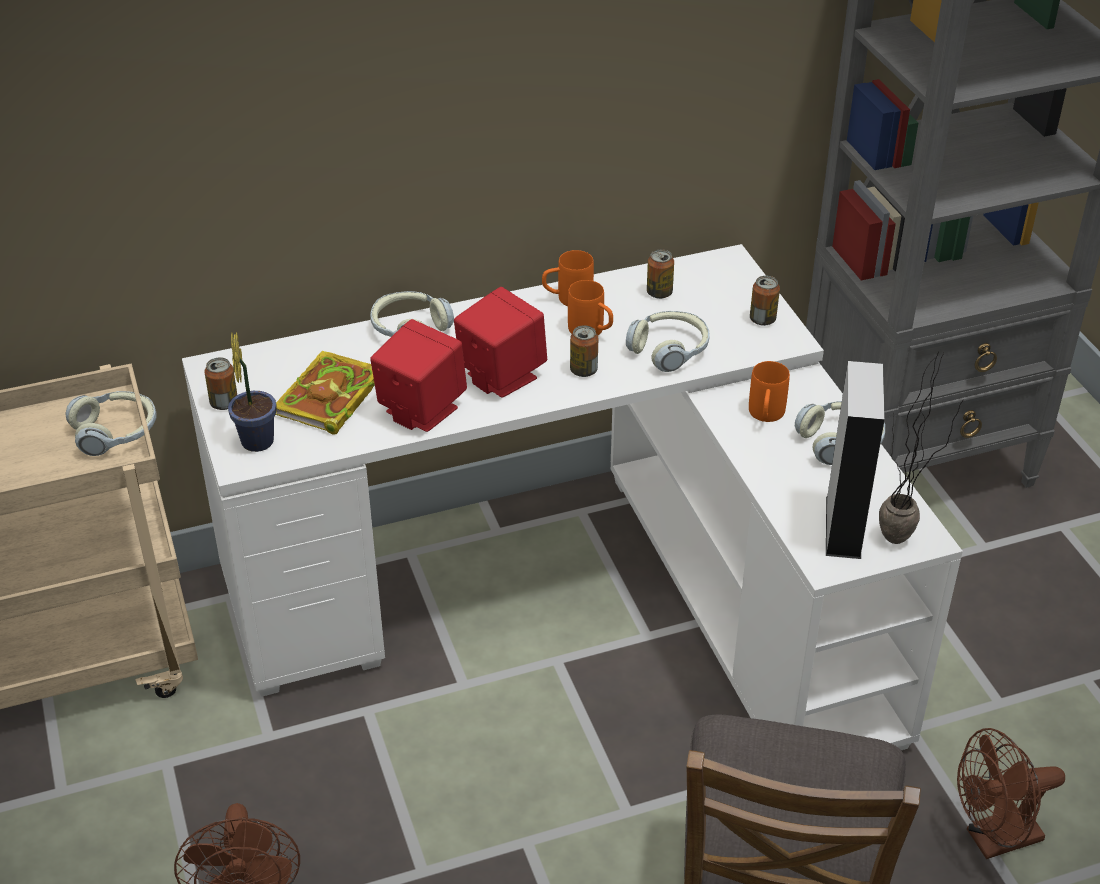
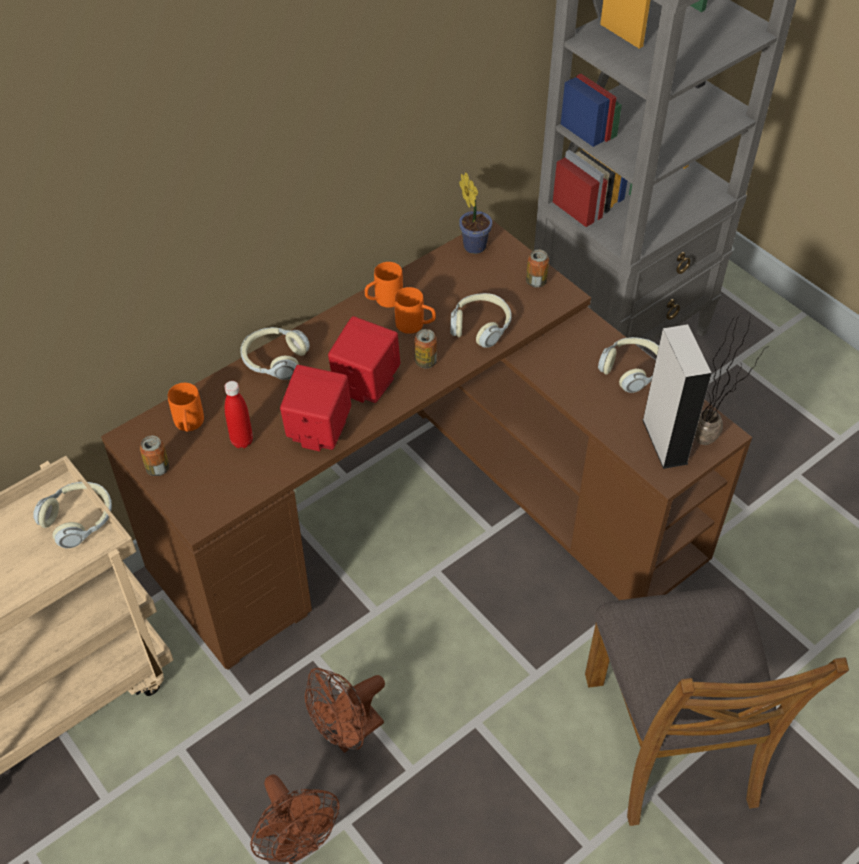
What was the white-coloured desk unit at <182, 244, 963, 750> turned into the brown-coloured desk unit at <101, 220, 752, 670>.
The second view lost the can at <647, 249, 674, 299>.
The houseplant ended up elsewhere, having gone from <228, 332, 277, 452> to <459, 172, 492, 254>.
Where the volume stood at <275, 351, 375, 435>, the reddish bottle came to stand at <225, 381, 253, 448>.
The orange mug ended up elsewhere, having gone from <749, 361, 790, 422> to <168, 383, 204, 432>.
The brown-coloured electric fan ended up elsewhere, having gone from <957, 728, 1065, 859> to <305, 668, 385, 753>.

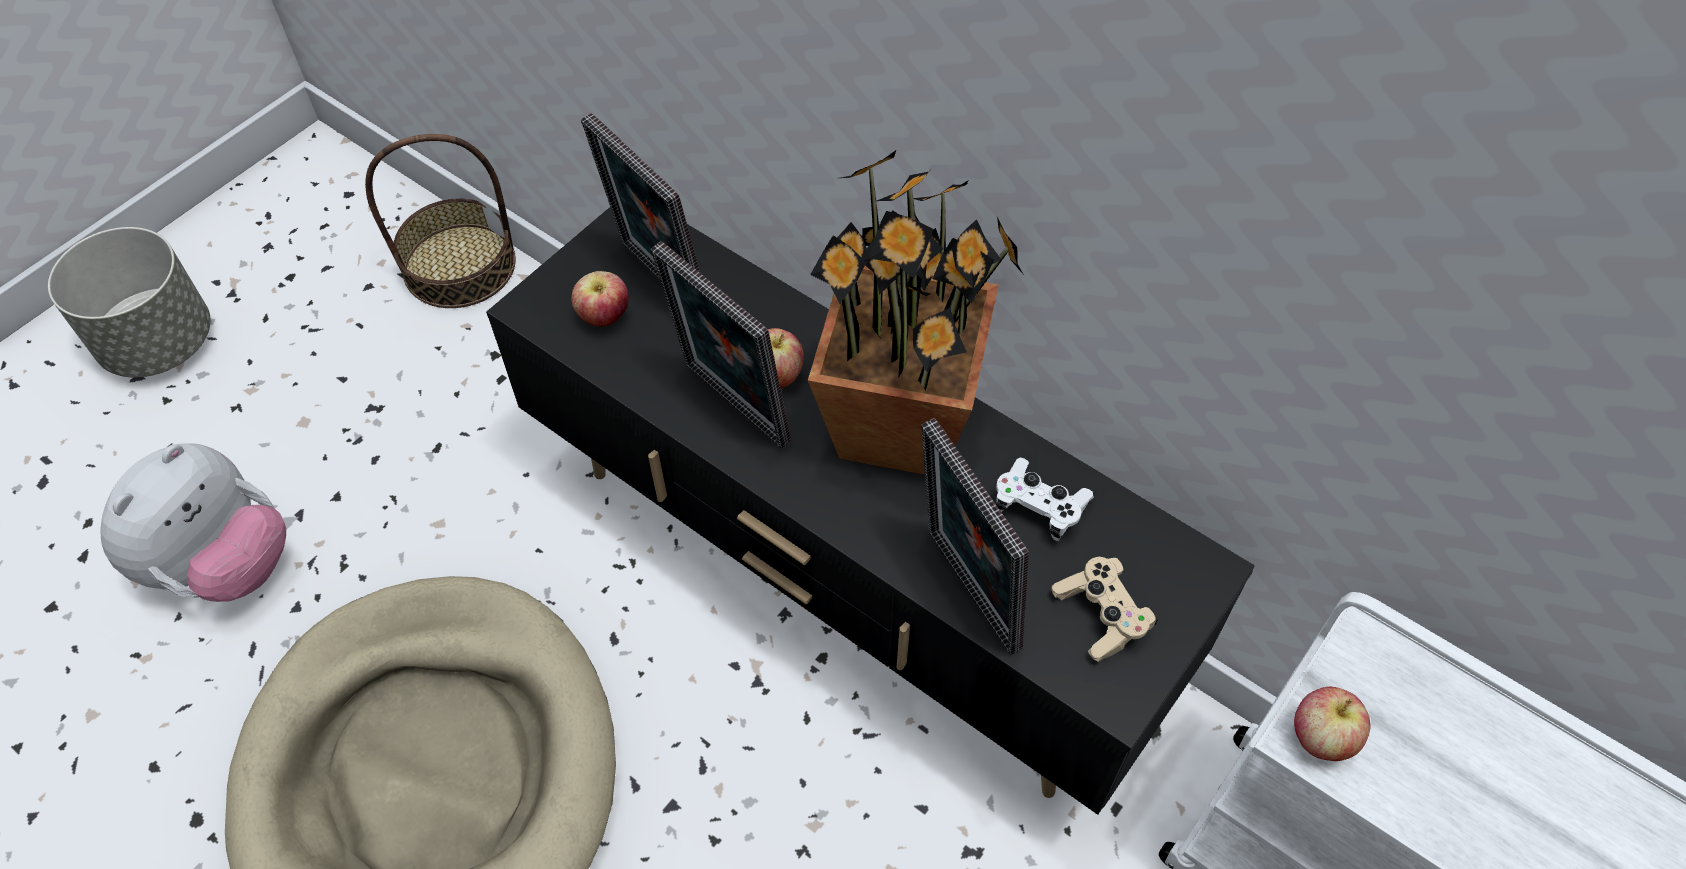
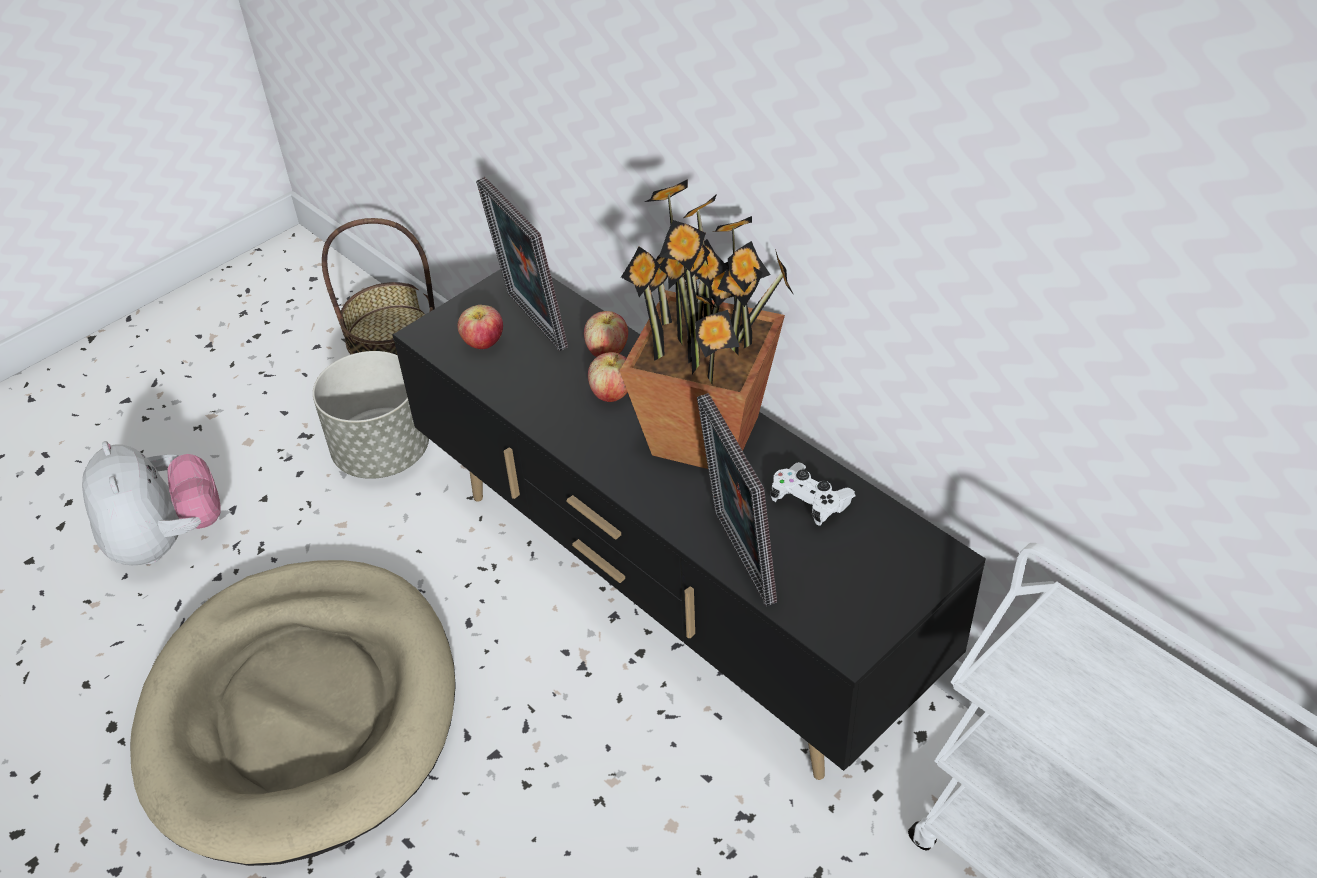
The gray plant pot ended up elsewhere, having gone from <48, 227, 211, 377> to <313, 351, 429, 479>.
The second view lost the picture frame at <651, 241, 791, 449>.
The soft toy at <100, 443, 286, 602> ended up facing another way, 60 degrees counterclockwise from before.
The second view lost the beige-coloured game controller at <1051, 557, 1158, 662>.
The apple ended up elsewhere, having gone from <1294, 687, 1371, 761> to <584, 311, 628, 357>.

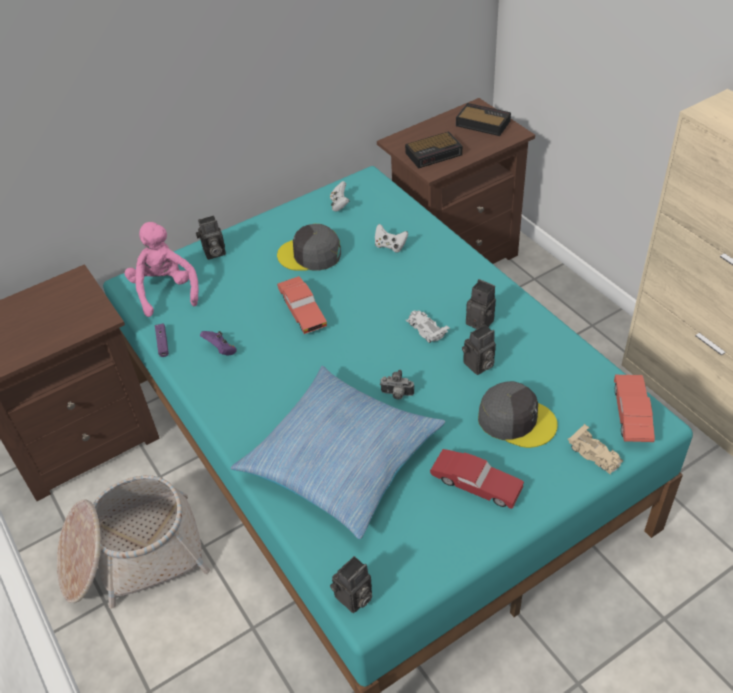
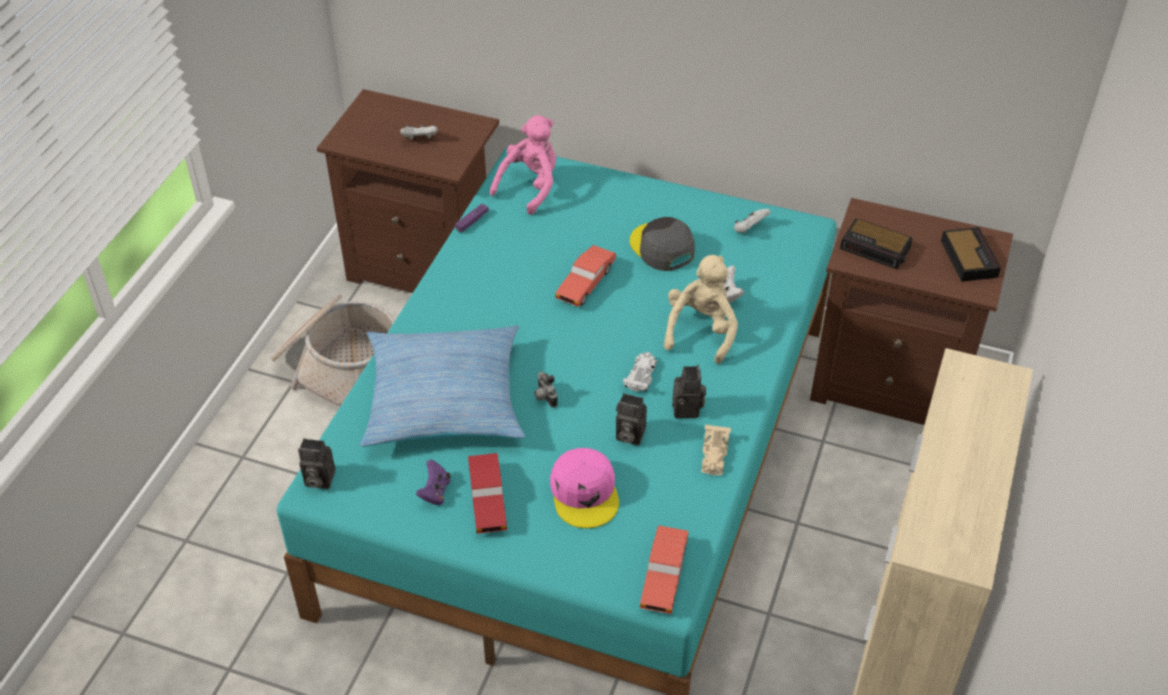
The second view lost the still camera at <196, 215, 226, 260>.
The purplish game controller ended up elsewhere, having gone from <200, 331, 237, 356> to <416, 460, 451, 505>.
The reddish model car at <614, 375, 655, 442> ended up facing another way, 135 degrees clockwise from before.
What was the gray cap at <478, 381, 558, 448> turned into the pink cap at <550, 448, 619, 528>.
The beige-coloured model car ended up elsewhere, having gone from <568, 424, 623, 475> to <701, 425, 731, 475>.
The second view gained the white-coloured game controller at <401, 125, 437, 140>.
The second view gained the beige-coloured soft toy at <663, 255, 738, 364>.

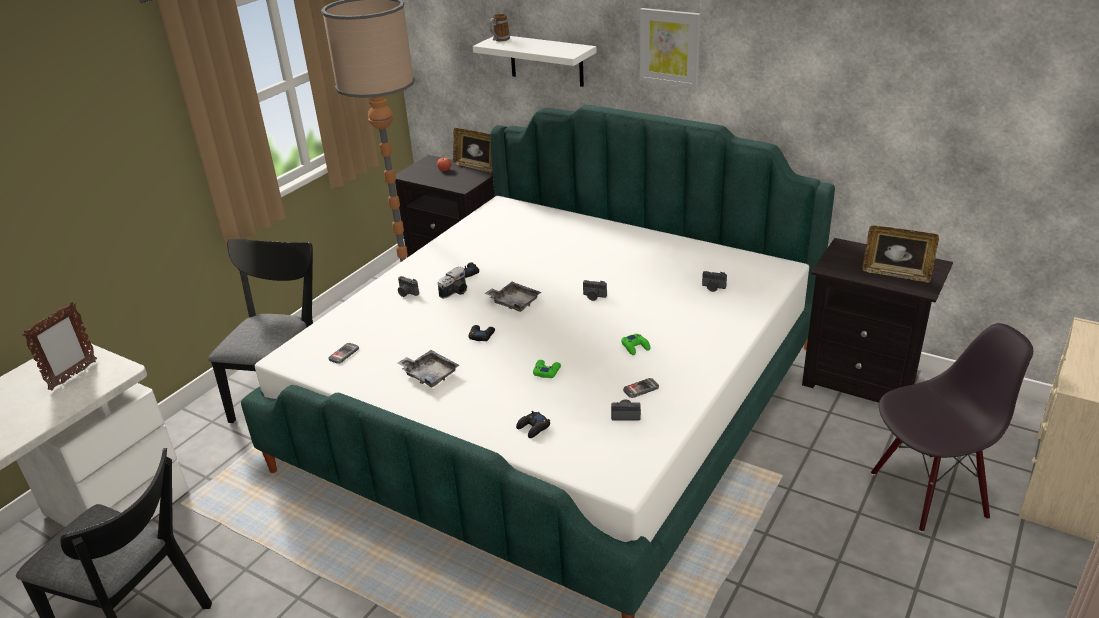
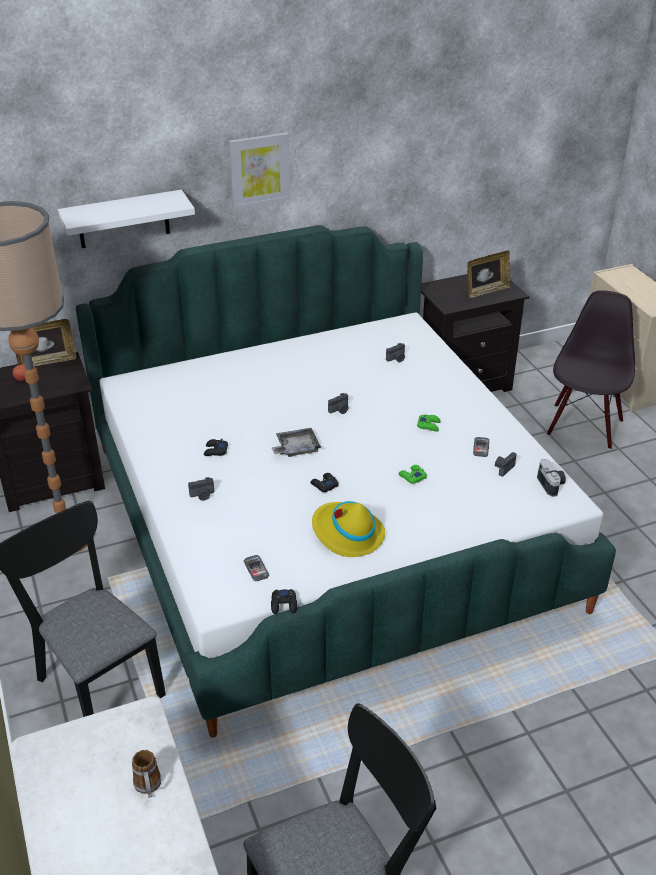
The mug ended up elsewhere, having gone from <489, 14, 510, 41> to <132, 750, 161, 798>.
The still camera ended up elsewhere, having gone from <438, 267, 467, 299> to <537, 459, 566, 497>.
The second view lost the picture frame at <22, 302, 97, 391>.
Where the gray serving tray stood at <398, 350, 459, 387>, the yellowish clothing hat came to stand at <312, 501, 385, 557>.
The black-coloured game controller ended up elsewhere, having gone from <516, 411, 550, 438> to <271, 589, 297, 614>.

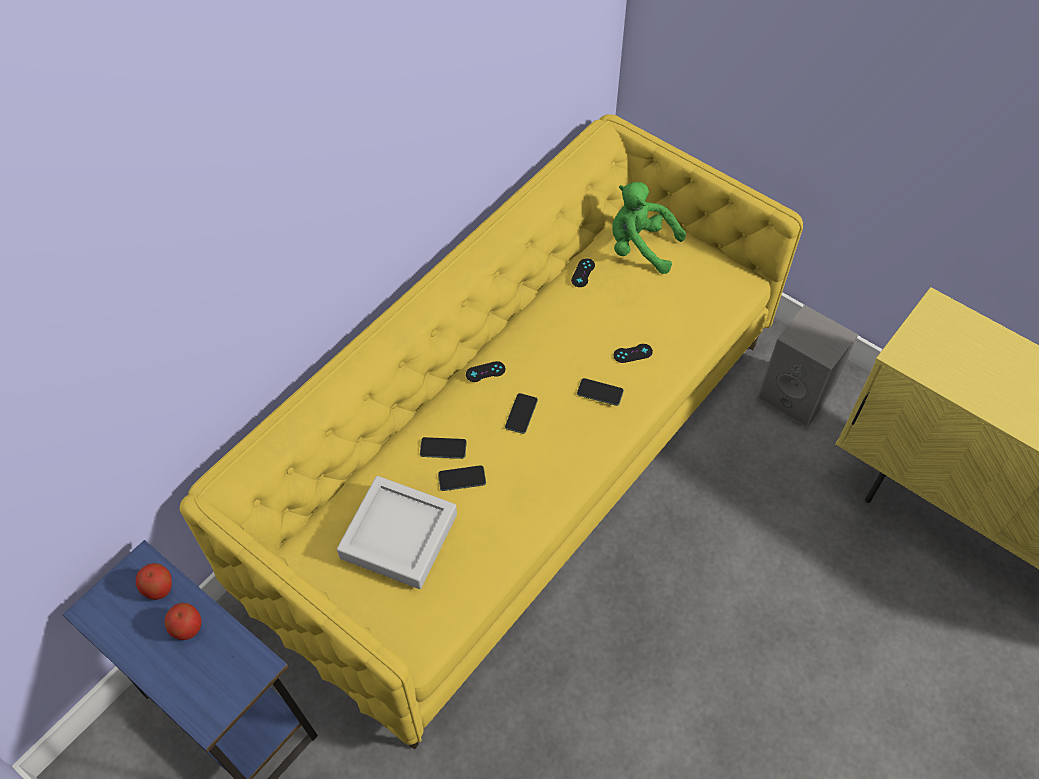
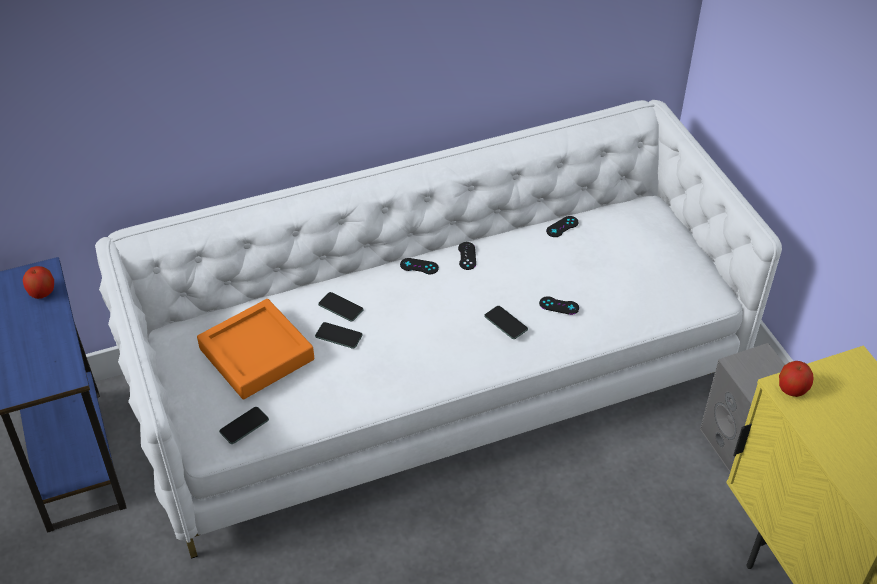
What was the yellowish couch at <179, 115, 803, 749> turned into the white-coloured couch at <95, 100, 782, 559>.
The second view lost the greenish soft toy at <612, 182, 686, 274>.
The handset ended up elsewhere, having gone from <505, 393, 538, 434> to <219, 407, 269, 444>.
What was the gray serving tray at <337, 476, 457, 589> turned into the orange serving tray at <197, 299, 314, 399>.
The apple ended up elsewhere, having gone from <164, 603, 202, 640> to <779, 361, 814, 397>.
The second view gained the black-coloured game controller at <458, 242, 476, 270>.

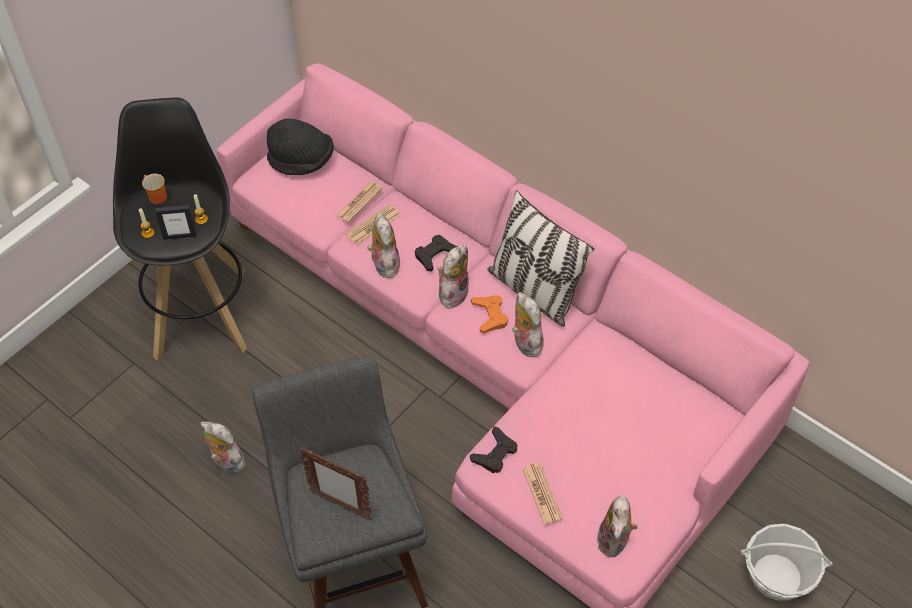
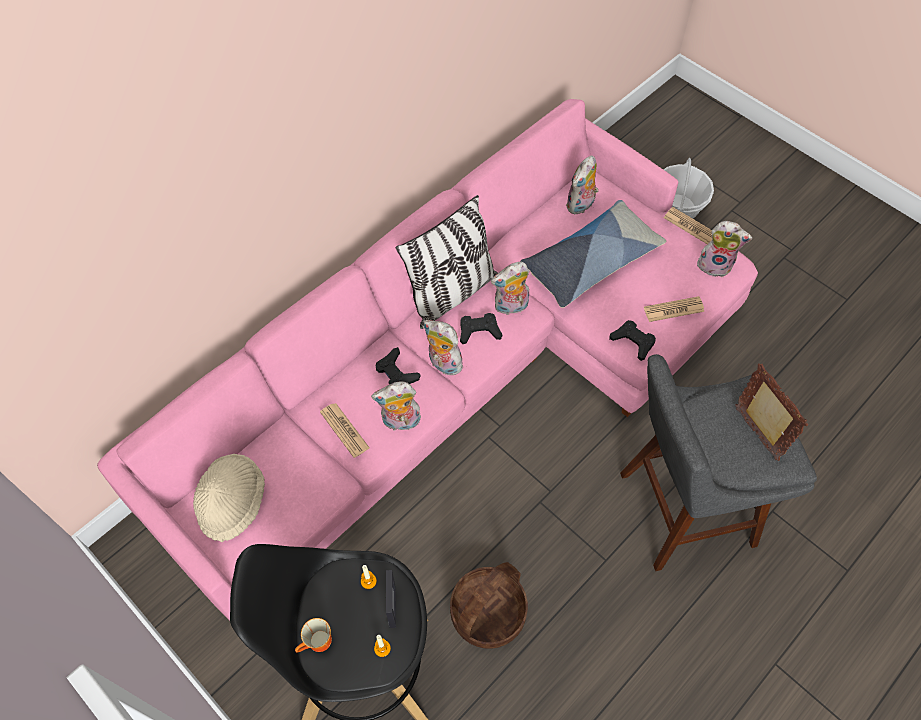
What was the black-coloured clothing hat at <267, 118, 334, 175> turned into the beige-coloured clothing hat at <193, 454, 265, 542>.
The printed paper ended up elsewhere, having gone from <336, 182, 383, 223> to <664, 207, 712, 244>.
What was the orange game controller at <471, 295, 509, 333> turned into the black-coloured game controller at <460, 313, 502, 344>.
The soft toy ended up elsewhere, having gone from <201, 421, 245, 474> to <566, 156, 598, 214>.
The picture frame at <299, 448, 372, 520> ended up facing another way, 60 degrees counterclockwise from before.
The second view gained the cushion at <520, 200, 666, 308>.
The second view gained the basket at <450, 562, 528, 649>.

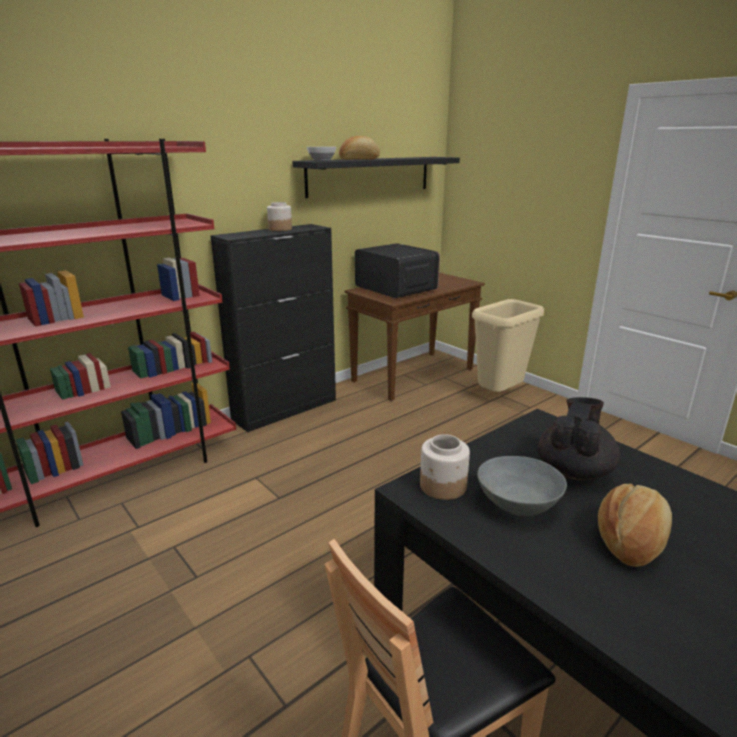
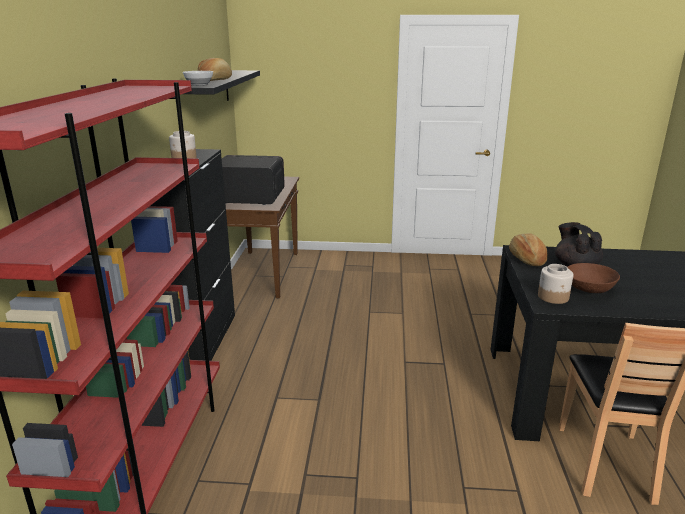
The second view lost the beige-coloured trash can at <472, 299, 544, 392>.
What was the gray serving bowl at <477, 456, 567, 516> turned into the brown-coloured serving bowl at <568, 263, 620, 293>.
The bread ended up elsewhere, having gone from <598, 484, 672, 567> to <509, 233, 548, 266>.

